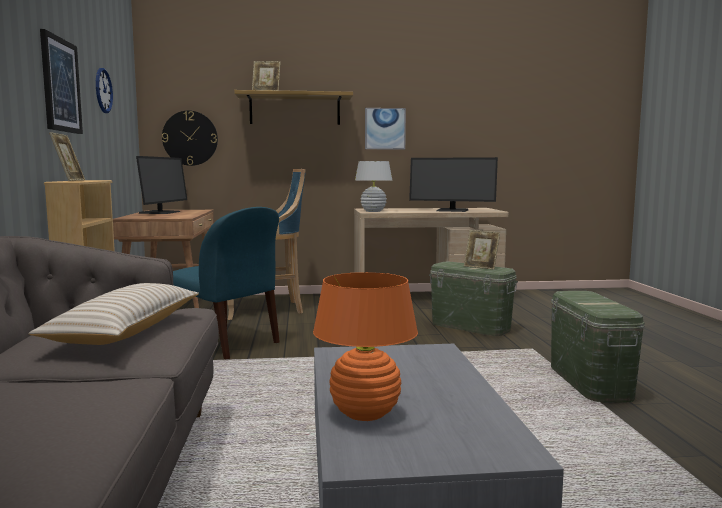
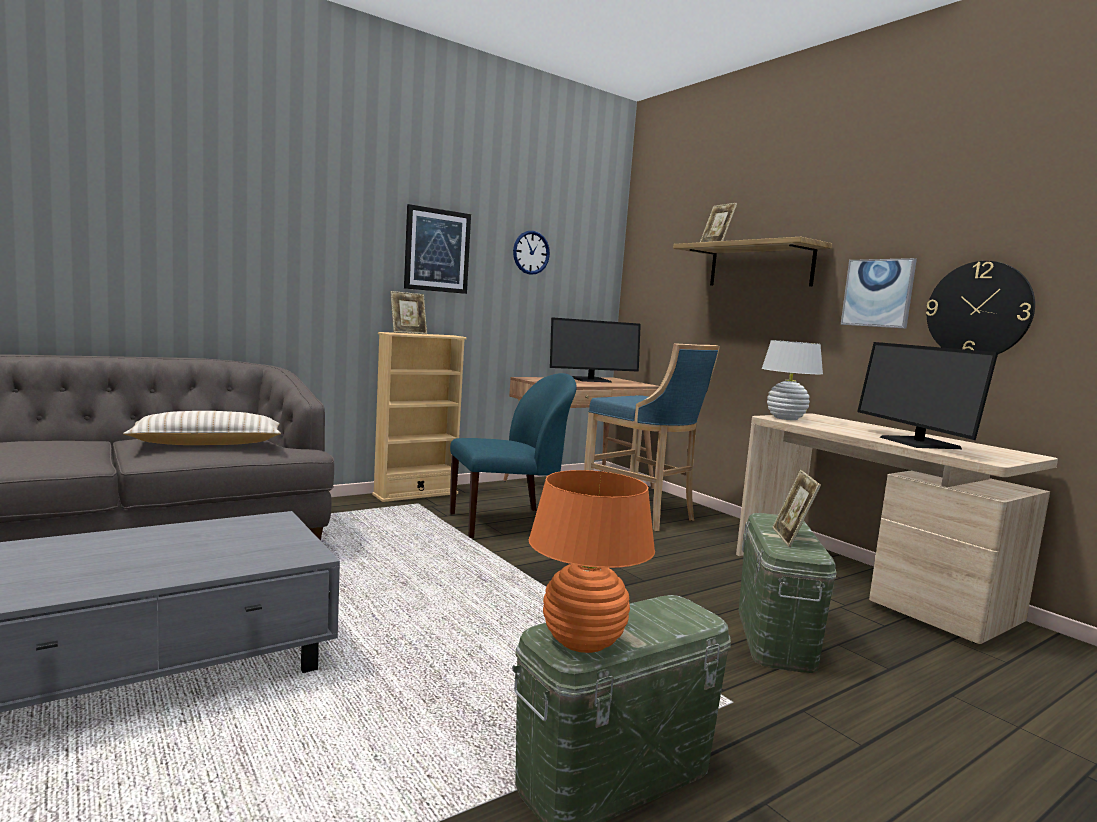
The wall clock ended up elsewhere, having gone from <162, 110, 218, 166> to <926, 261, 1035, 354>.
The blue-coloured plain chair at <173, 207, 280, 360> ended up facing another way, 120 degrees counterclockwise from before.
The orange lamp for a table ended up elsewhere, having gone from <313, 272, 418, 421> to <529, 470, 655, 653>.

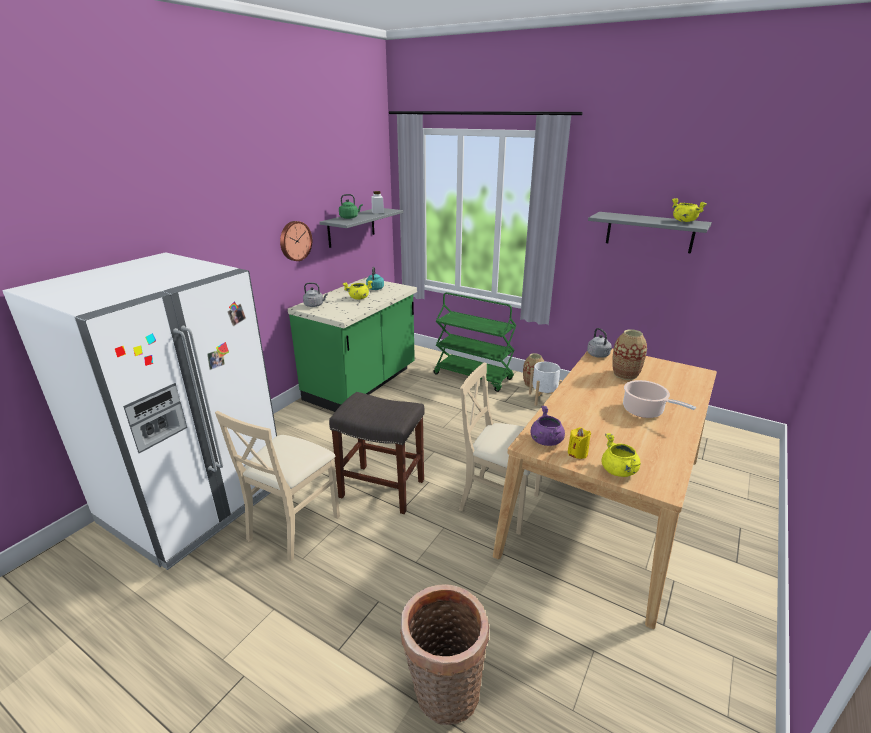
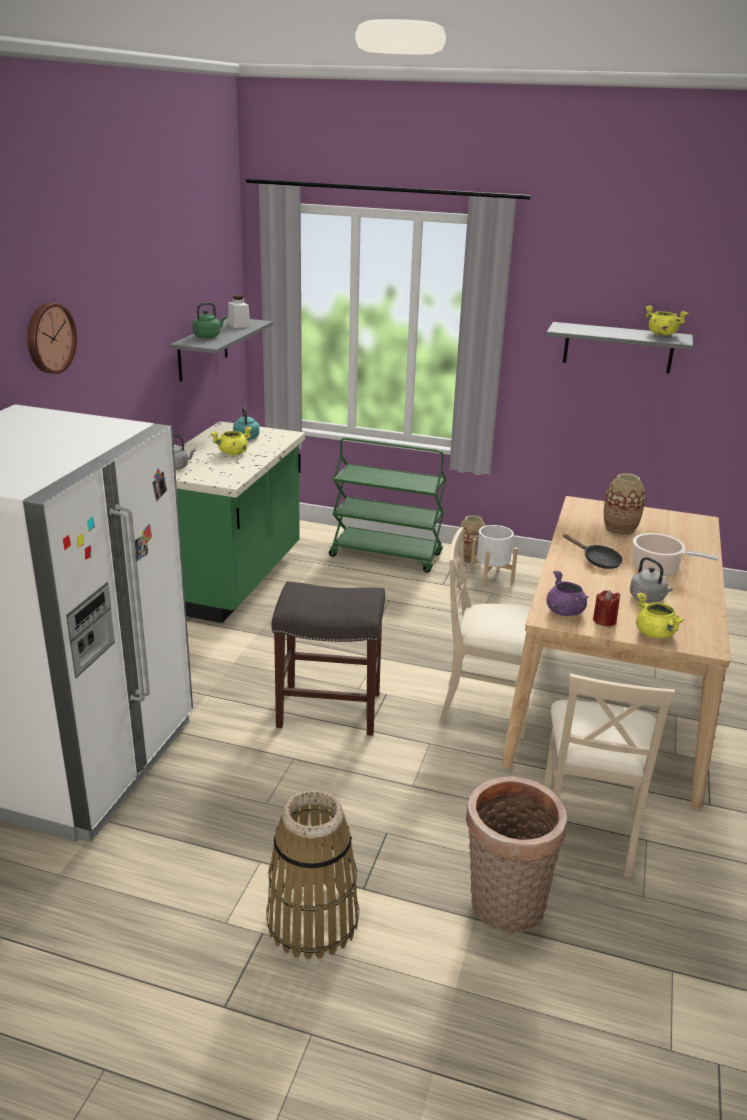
The wall clock ended up elsewhere, having gone from <280, 221, 312, 261> to <27, 303, 77, 374>.
The gray tea kettle ended up elsewhere, having gone from <587, 328, 612, 358> to <630, 557, 673, 603>.
The beige-coloured plain chair ended up elsewhere, having gone from <215, 411, 340, 561> to <544, 673, 675, 878>.
What was the yellowish wax light at <568, 427, 591, 459> turned into the reddish wax light at <593, 590, 620, 626>.
The second view gained the black-coloured skillet at <563, 534, 623, 569>.
The second view gained the basket at <266, 790, 359, 959>.

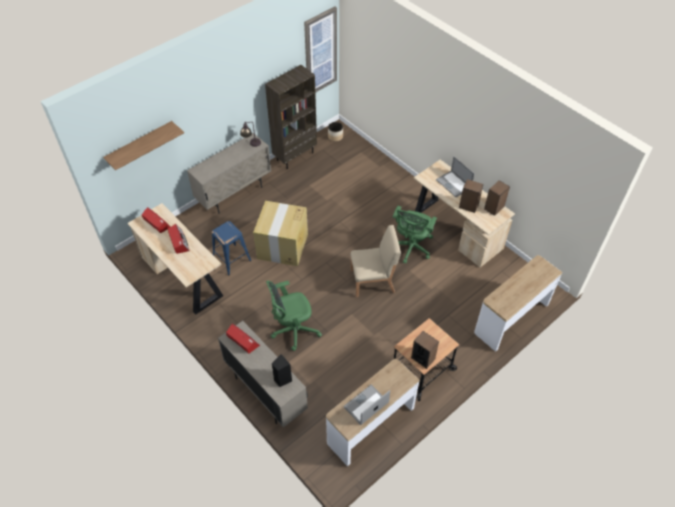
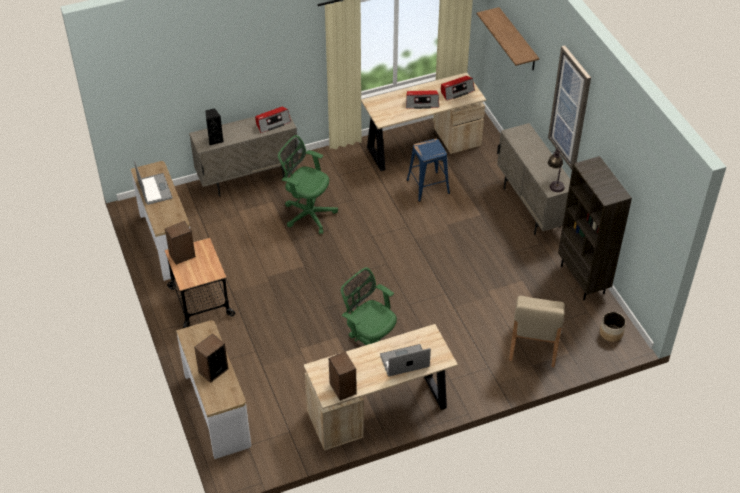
The wall picture ended up elsewhere, having gone from <304, 6, 337, 93> to <548, 45, 591, 170>.
The loudspeaker ended up elsewhere, having gone from <459, 179, 483, 213> to <194, 334, 228, 383>.
The second view lost the carton at <253, 201, 308, 266>.
The beige-coloured plain chair ended up elsewhere, having gone from <350, 225, 401, 297> to <509, 296, 565, 367>.
The greenish desk chair at <266, 281, 322, 351> ended up facing another way, 60 degrees counterclockwise from before.

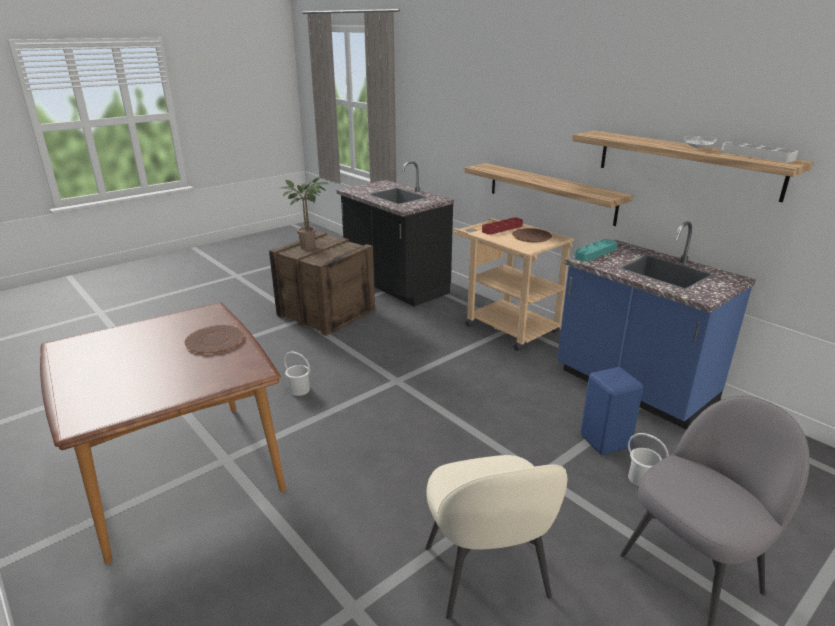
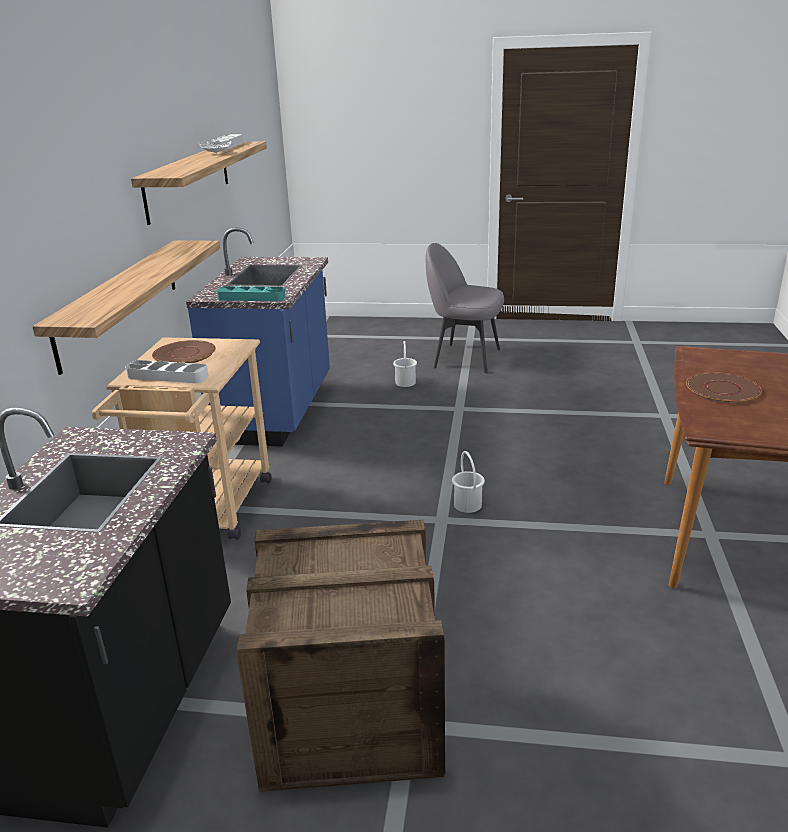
The second view lost the houseplant at <281, 177, 328, 250>.
What was the reddish serving tray at <482, 217, 523, 235> turned into the white-coloured serving tray at <125, 360, 208, 383>.
The white-coloured bucket ended up elsewhere, having gone from <284, 352, 310, 396> to <452, 451, 485, 513>.
The second view lost the blue-coloured stool seat at <581, 367, 643, 455>.
The second view lost the beige-coloured plain chair at <425, 455, 567, 620>.

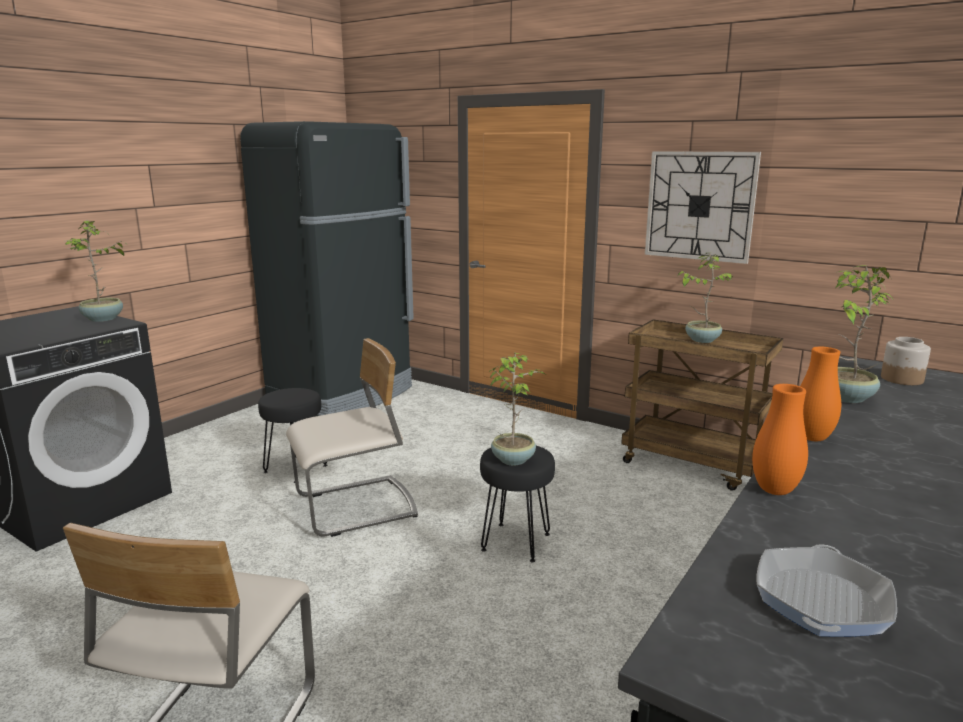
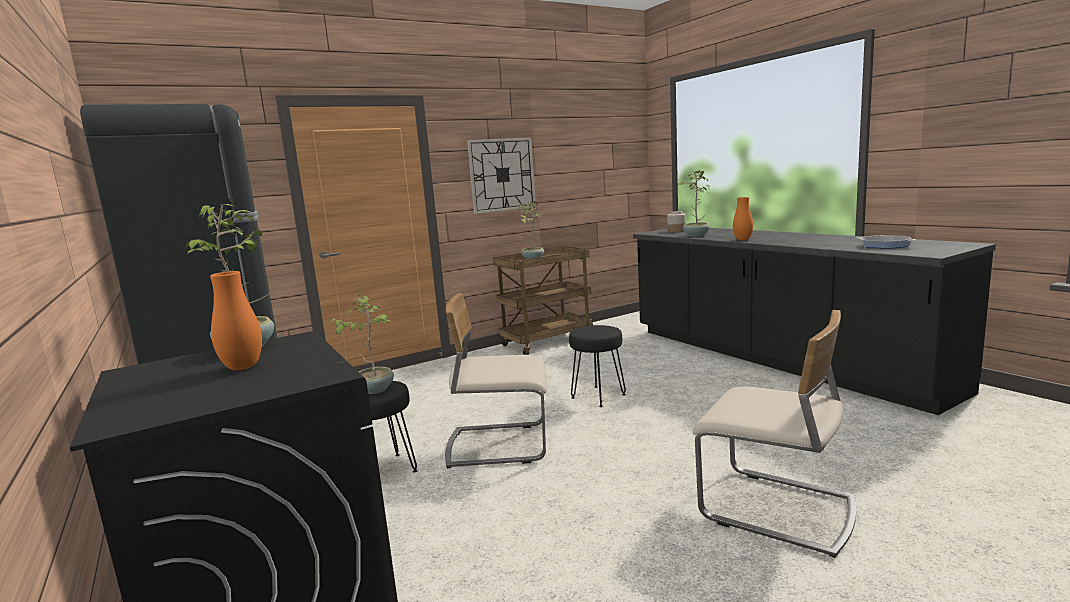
The beige-coloured plain chair at <286, 338, 418, 537> ended up facing another way, 90 degrees counterclockwise from before.
The houseplant ended up elsewhere, having gone from <489, 353, 545, 466> to <329, 294, 394, 394>.
The orange decorative vase ended up elsewhere, having gone from <752, 384, 808, 495> to <210, 271, 262, 370>.

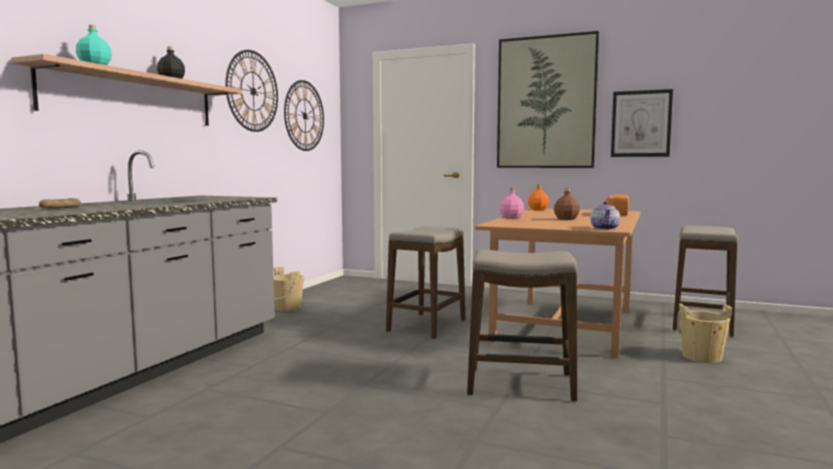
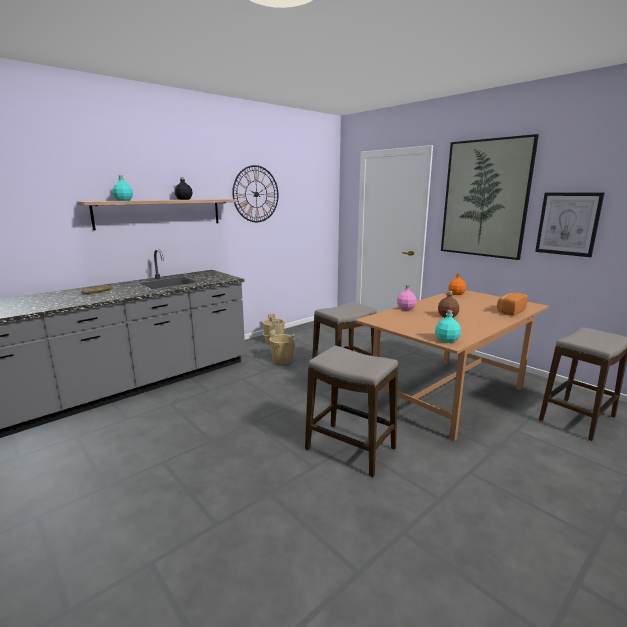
The second view lost the wall clock at <284, 80, 324, 151>.
Where the teapot stood at <591, 201, 620, 230>, the turquoise bottle came to stand at <435, 310, 461, 343>.
The beige-coloured bucket ended up elsewhere, having gone from <677, 304, 732, 363> to <269, 330, 295, 364>.

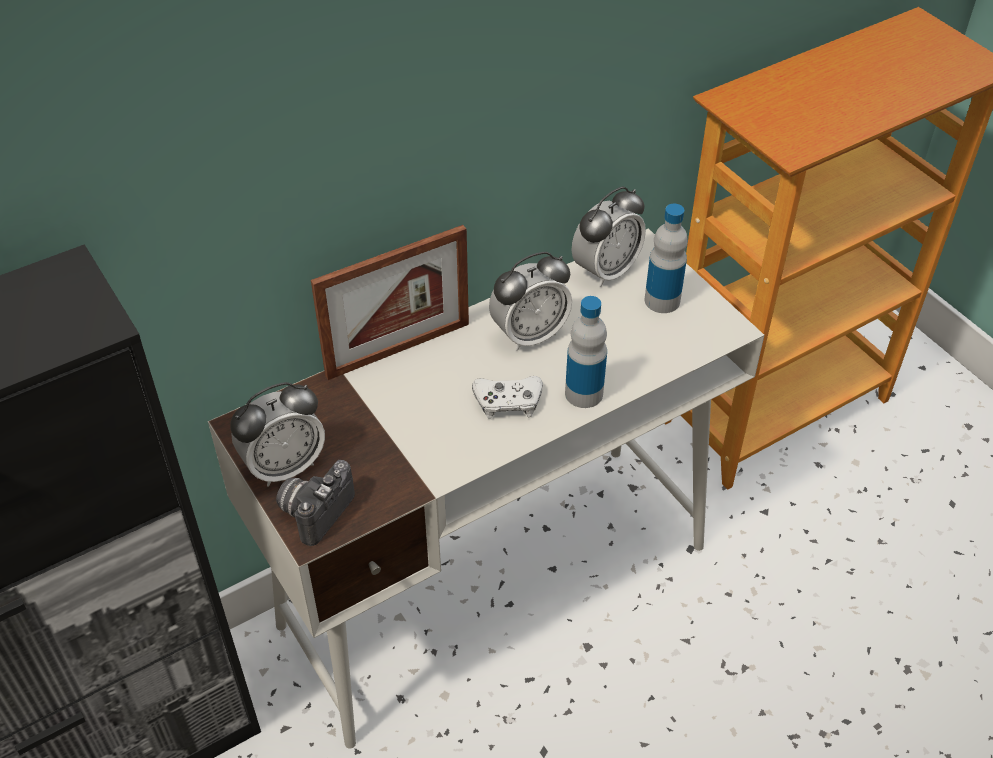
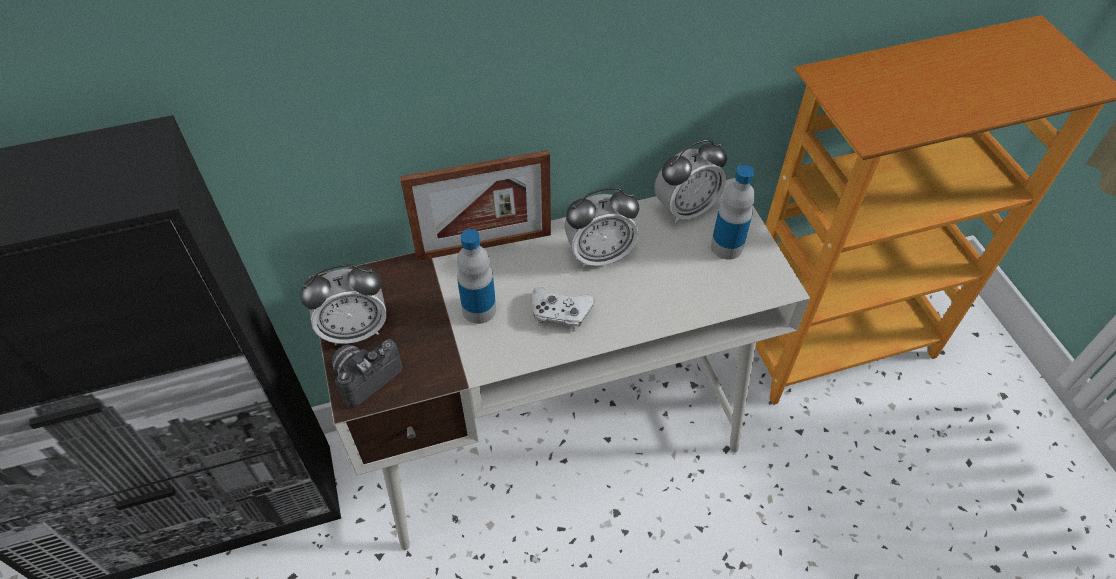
The bottle ended up elsewhere, having gone from <565, 296, 607, 408> to <457, 229, 496, 324>.

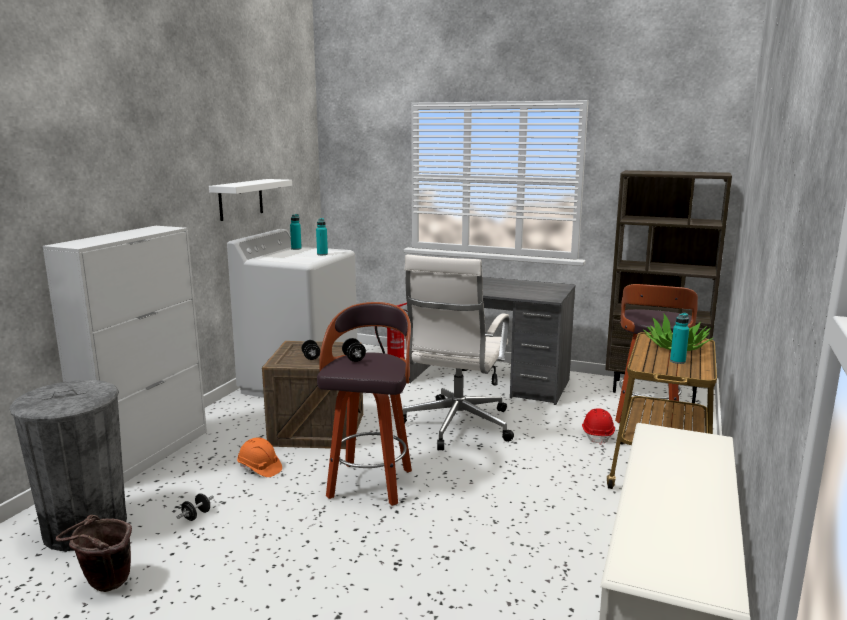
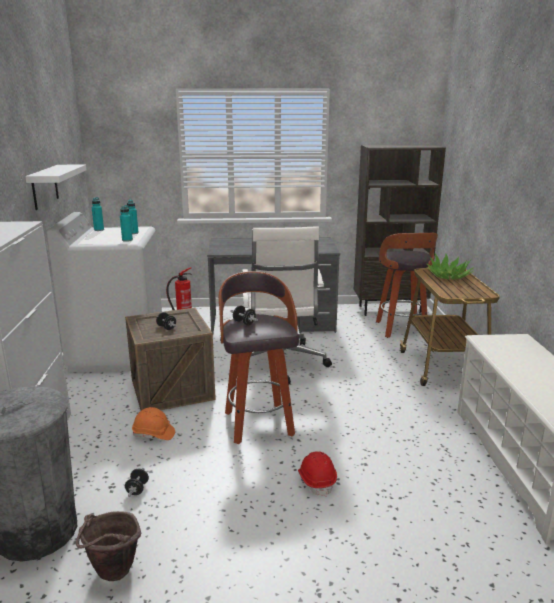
The turquoise bottle ended up elsewhere, having gone from <670, 313, 689, 364> to <120, 205, 133, 242>.
The reddish work helmet ended up elsewhere, having gone from <582, 408, 615, 445> to <298, 451, 337, 497>.

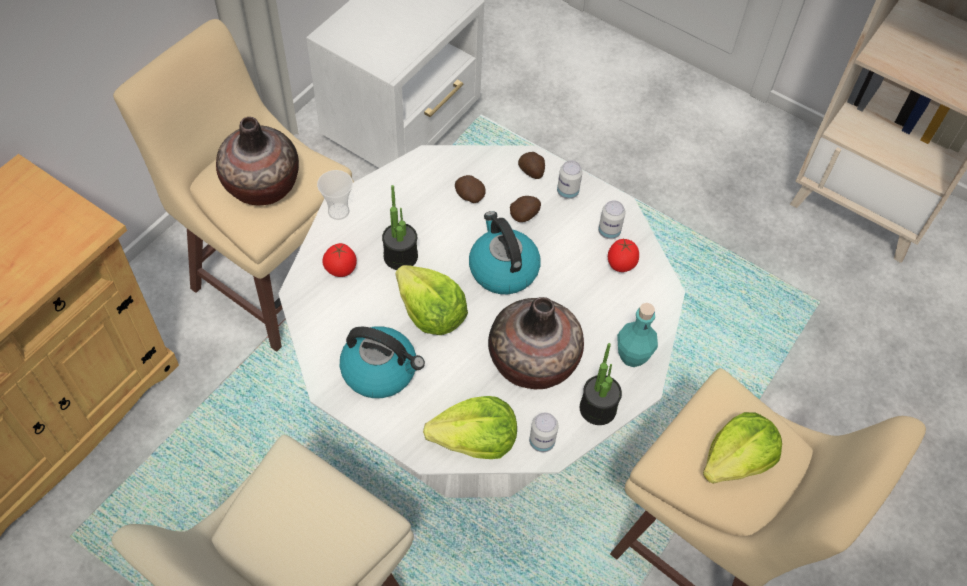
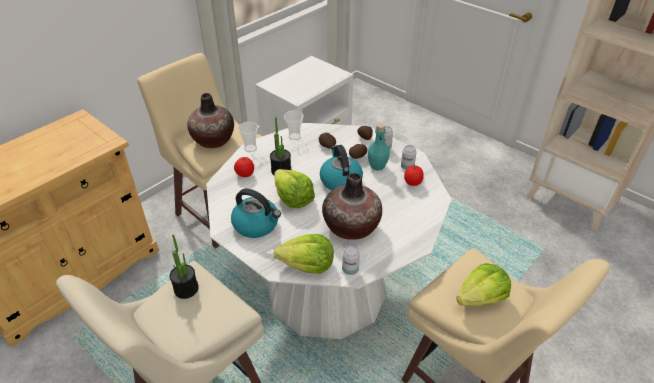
The turquoise bottle ended up elsewhere, having gone from <617, 303, 658, 367> to <367, 123, 390, 171>.
The houseplant ended up elsewhere, having gone from <580, 343, 622, 425> to <170, 234, 199, 299>.
The second view gained the drinking cup at <284, 110, 304, 140>.

